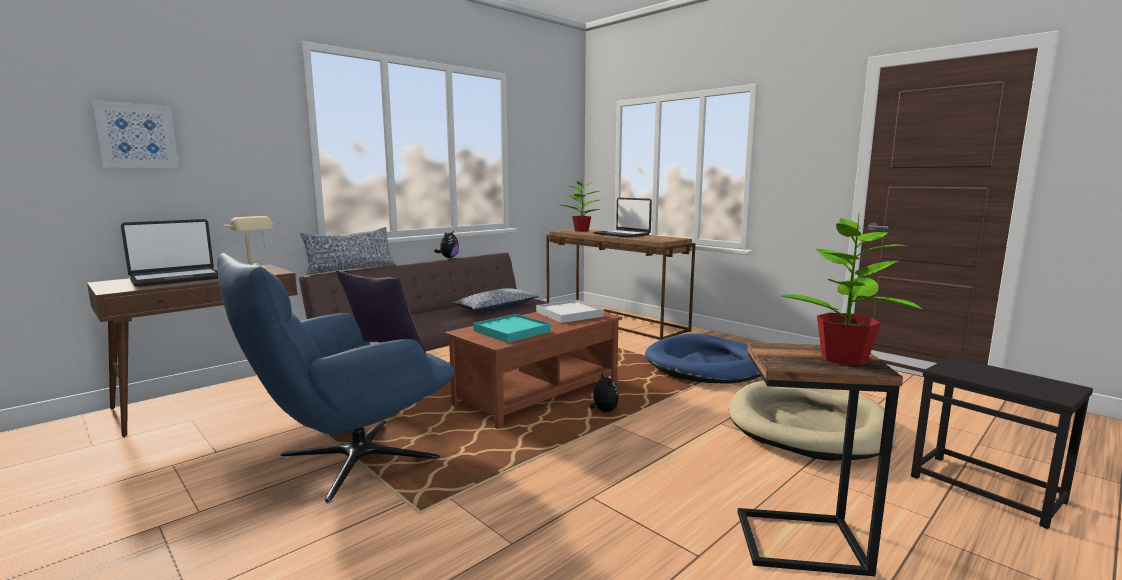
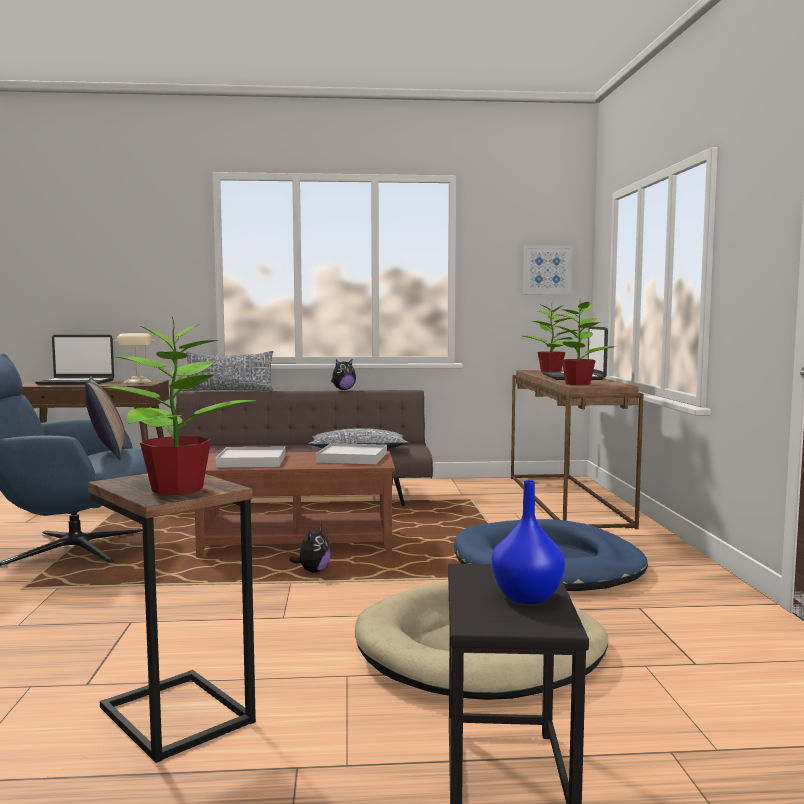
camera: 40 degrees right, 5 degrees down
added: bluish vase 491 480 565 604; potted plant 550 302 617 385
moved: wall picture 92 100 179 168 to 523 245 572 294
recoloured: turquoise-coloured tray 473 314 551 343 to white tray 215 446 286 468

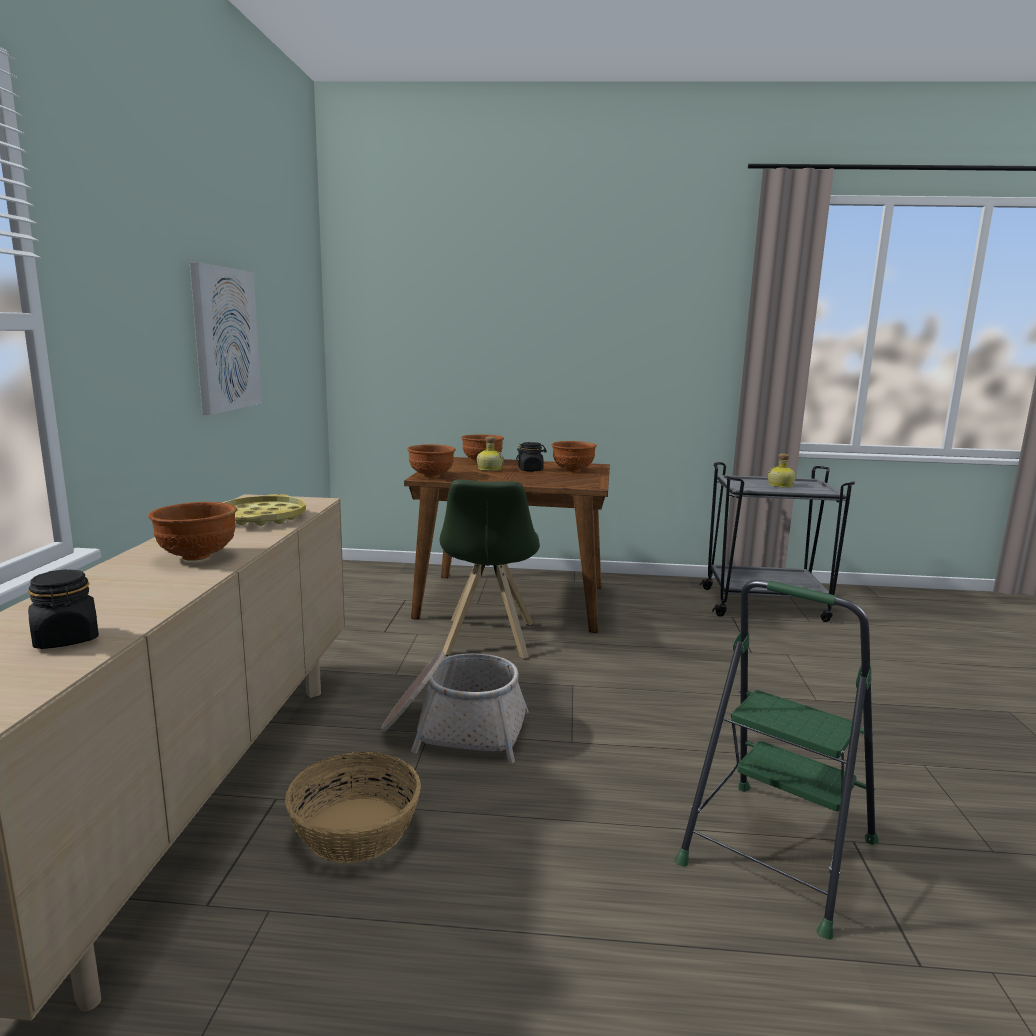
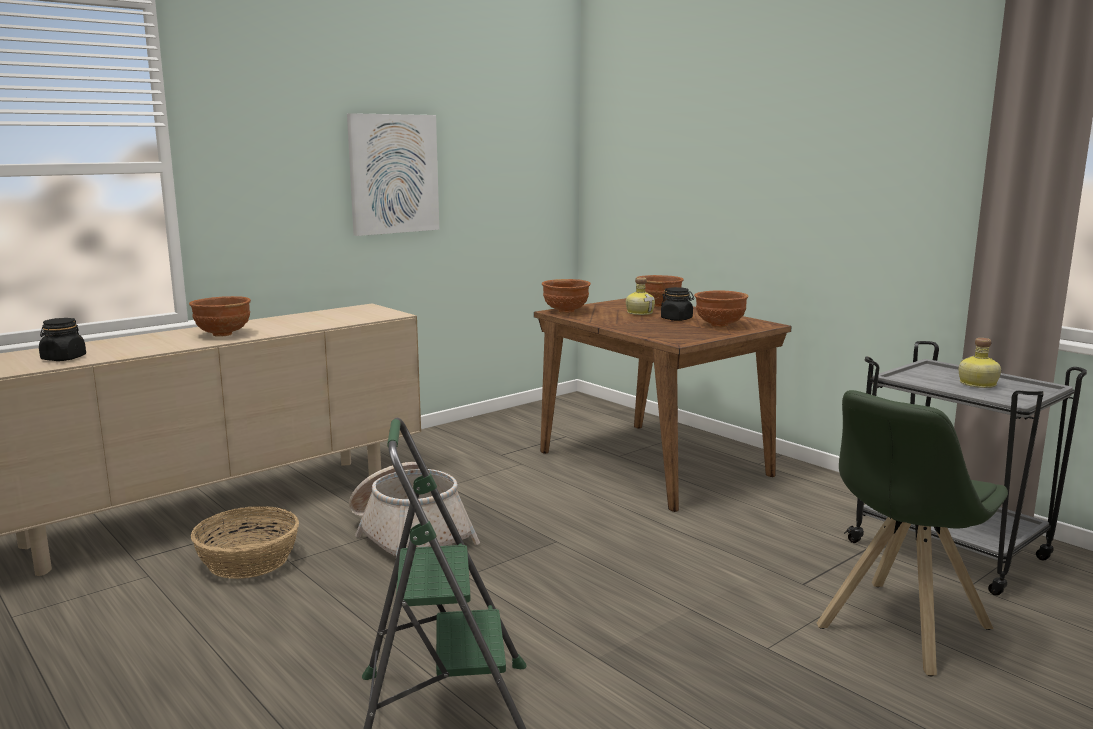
camera: 45 degrees right, 0 degrees up
removed: yellow tray 223 494 306 526
moved: greenish upright chair 440 479 540 659 to 817 390 1008 676

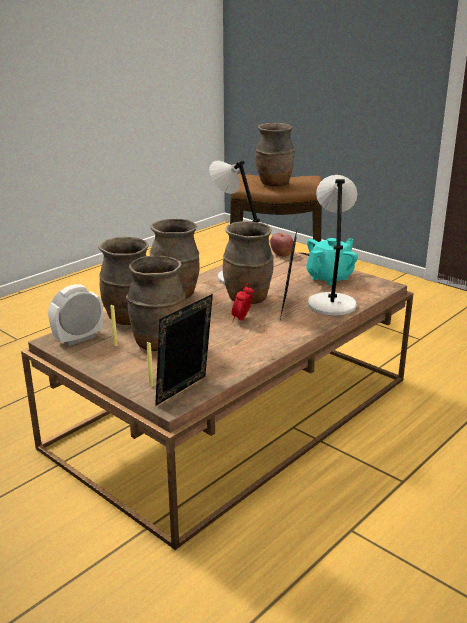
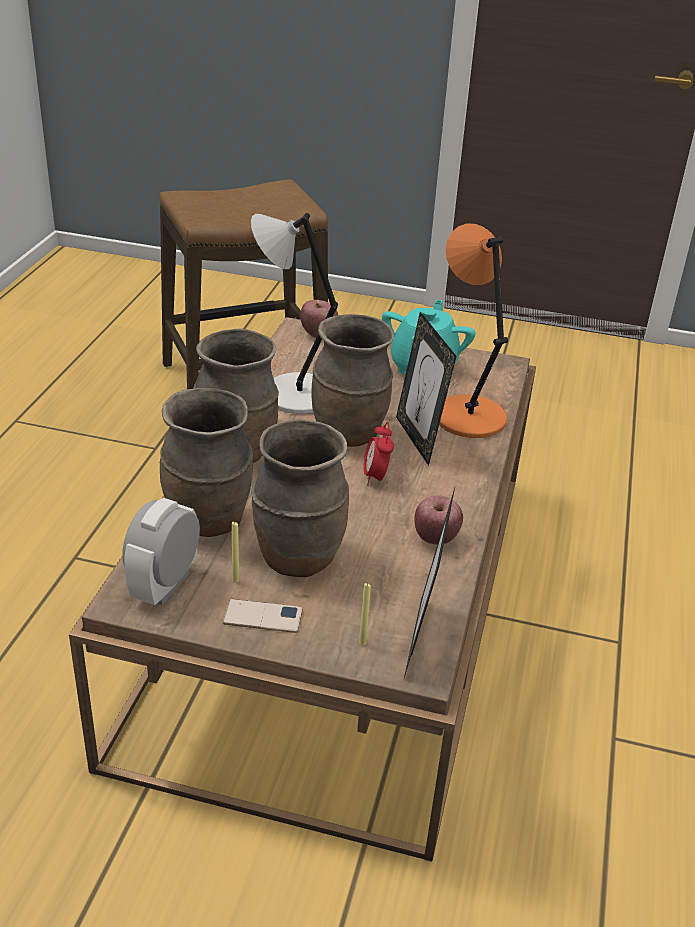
camera: 30 degrees left, 10 degrees up
removed: brownish vase 255 123 295 186
added: telephone 223 599 303 633; whole apple 414 495 463 545
recoloured: gray lamp for a table 308 175 357 316 to orange lamp for a table 439 224 508 438

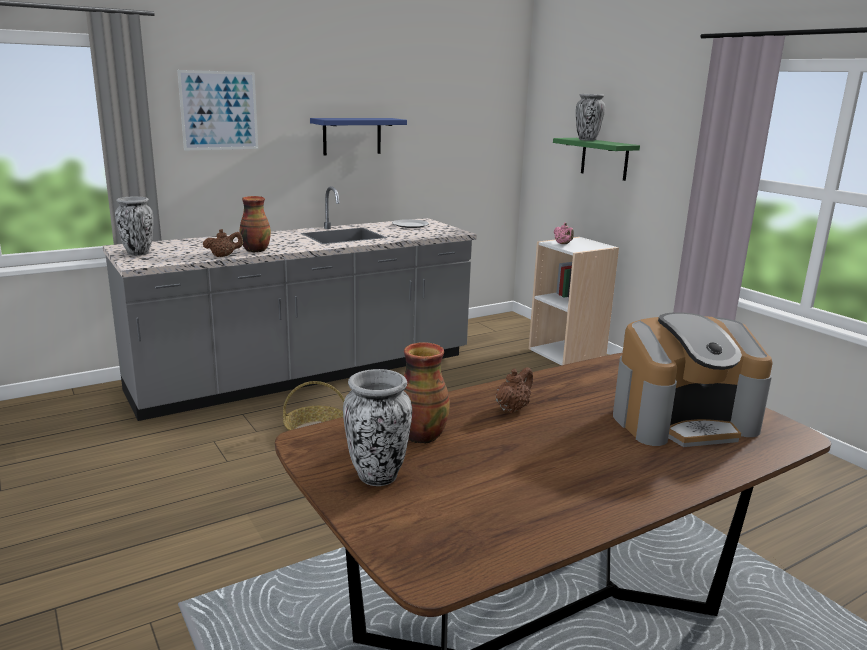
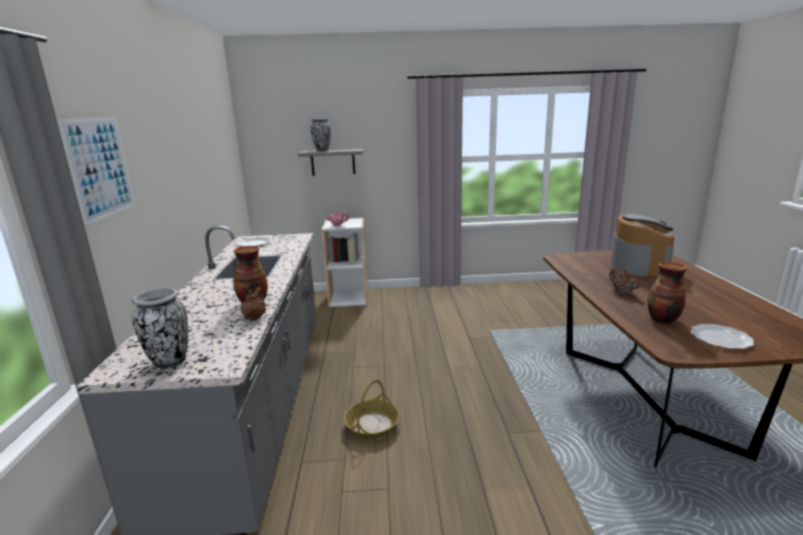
camera: 60 degrees left, 0 degrees up
removed: bluish shelf 310 118 407 155
replaced: vase 343 369 412 486 to flat dish 690 324 754 349
recoloured: greenish shelf 553 138 640 181 to gray shelf 298 149 363 176

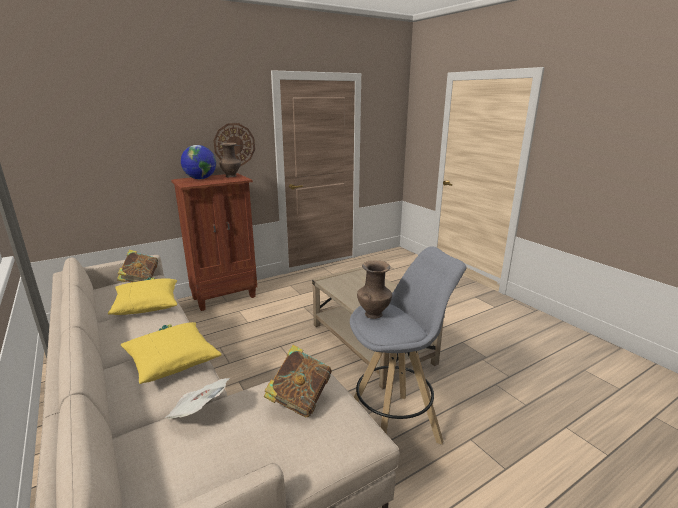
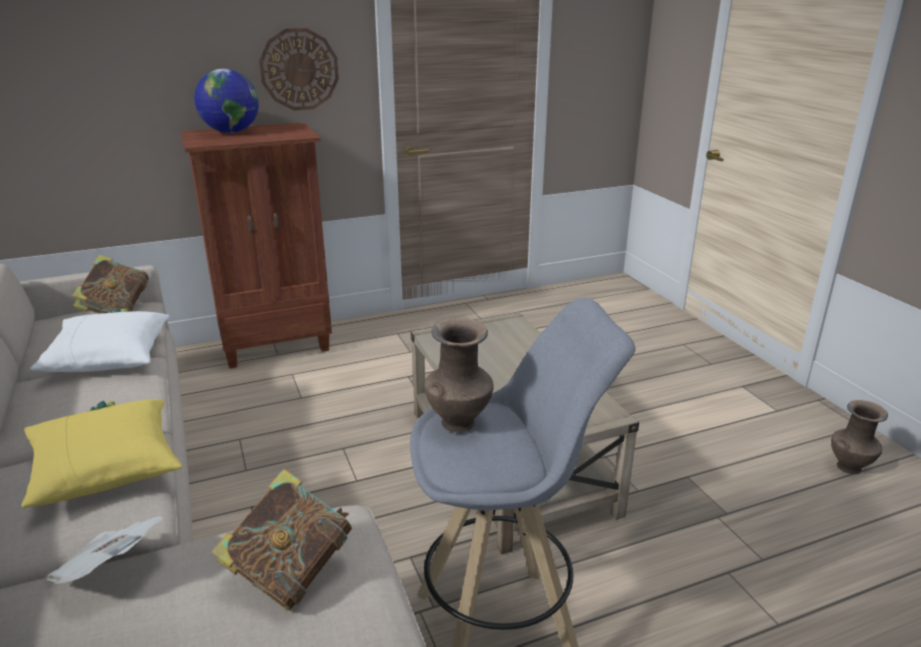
camera: 10 degrees right, 5 degrees up
moved: brownish vase 219 143 241 177 to 831 400 888 474
recoloured: yellow cushion 108 277 177 315 to white cushion 30 308 169 372

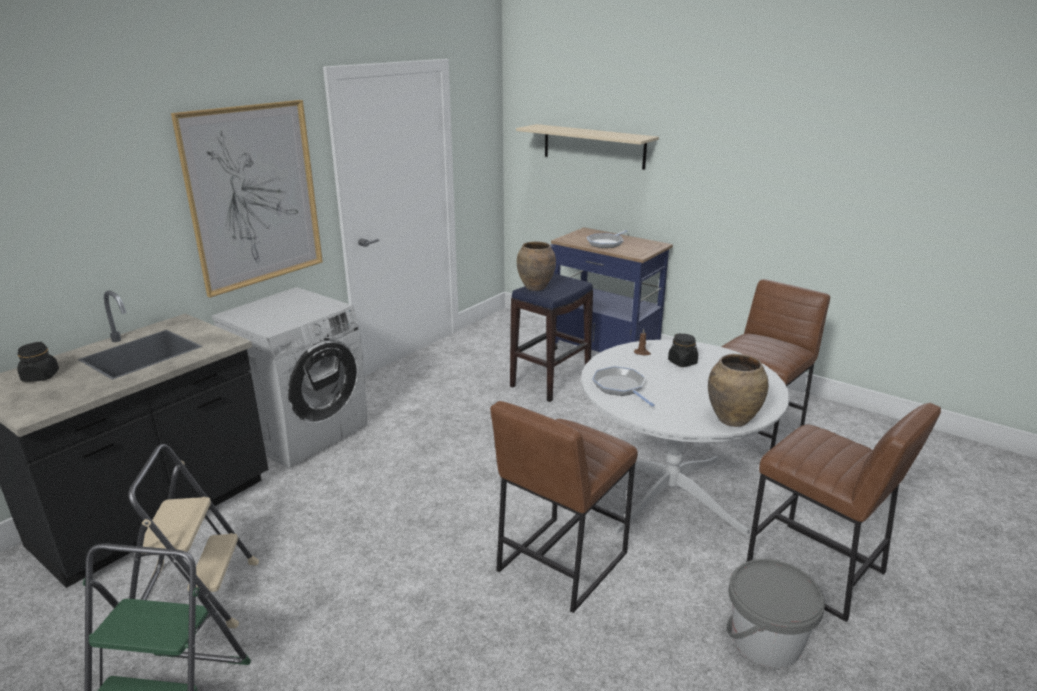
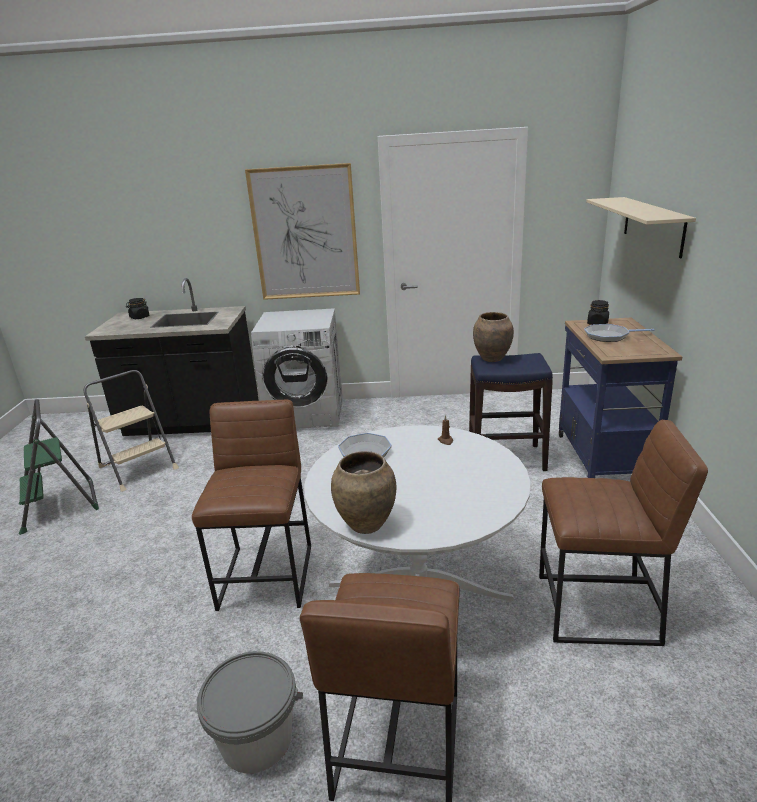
camera: 55 degrees right, 0 degrees up
moved: black preserve jar 668 333 698 367 to 587 300 609 325
turned: brownish upright chair 490 401 638 613 = 192 400 311 611 90 degrees clockwise

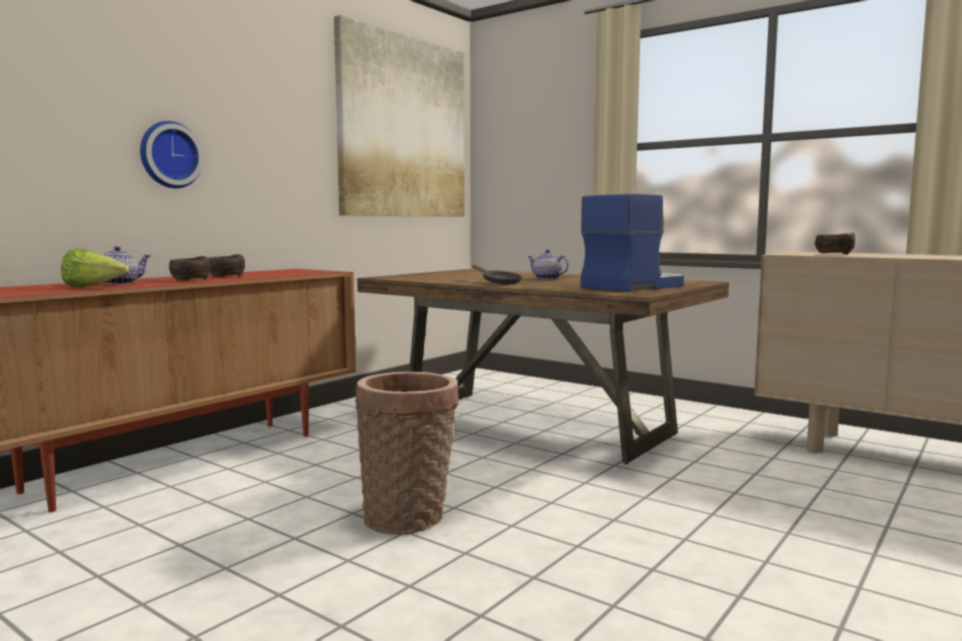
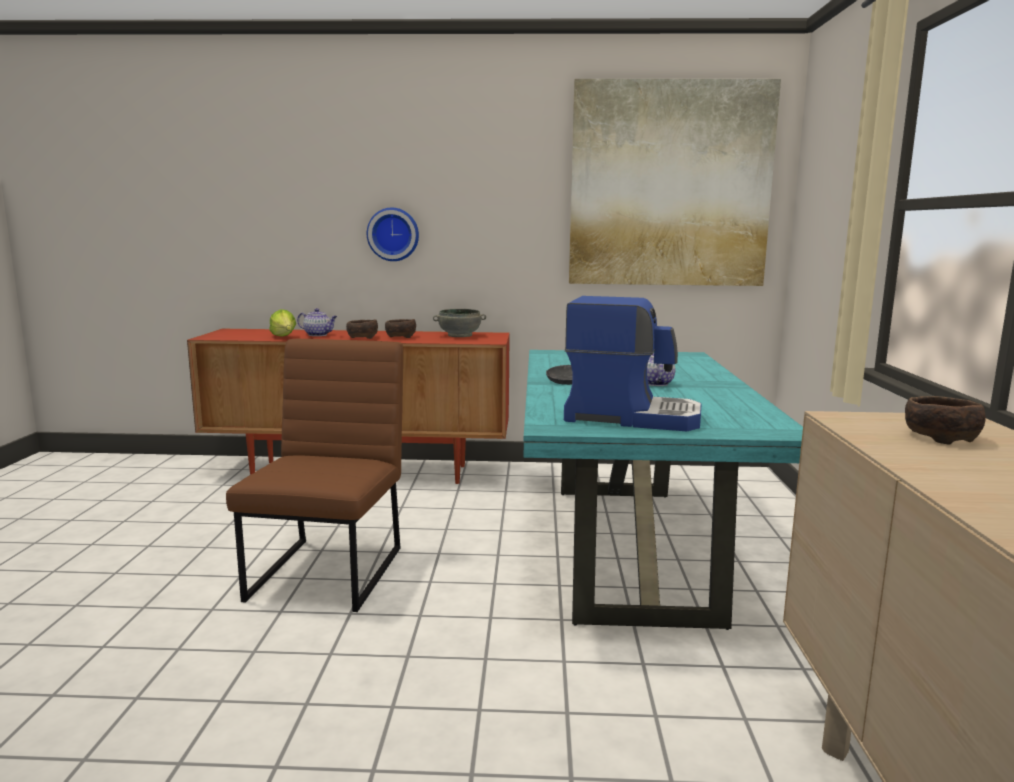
camera: 55 degrees right, 5 degrees up
added: gray serving bowl 433 309 486 337
replaced: household basket 355 372 459 535 to brownish upright chair 226 339 403 612
recoloured: brownish kitchen table 357 269 729 464 to turquoise-coloured kitchen table 524 350 803 630

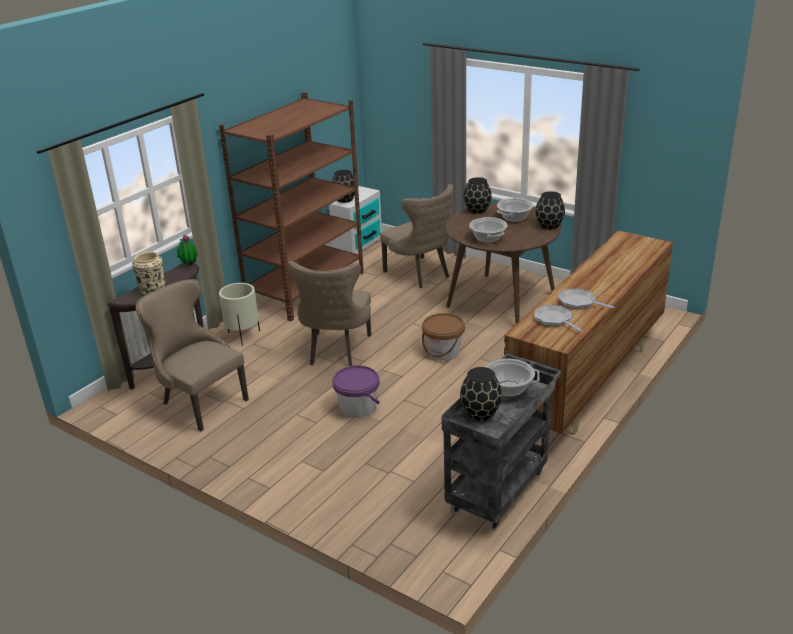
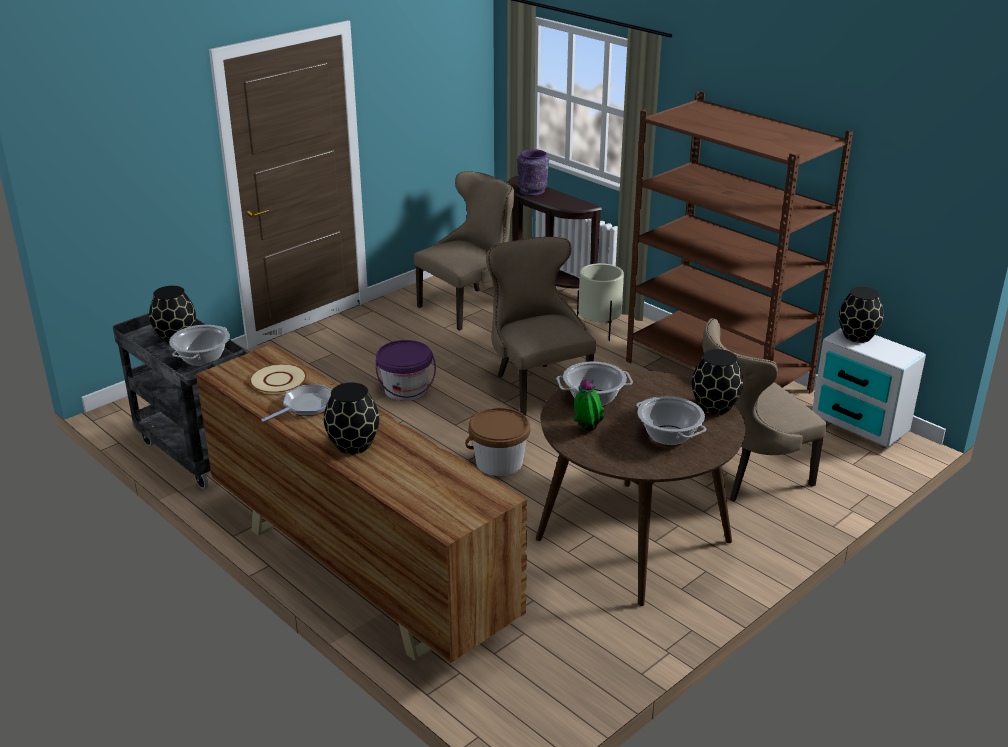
camera: 100 degrees right, 0 degrees up
moved: potted plant 177 234 198 265 to 574 379 605 431; black vase 535 191 565 229 to 324 383 379 454
replaced: pan 535 305 583 332 to beige-coloured flat dish 249 364 307 394
recoloured: beige-coloured vase 132 251 165 295 to purple vase 517 149 549 196
turned: beige-coloured upright chair 288 261 371 366 = 486 237 596 416 45 degrees clockwise

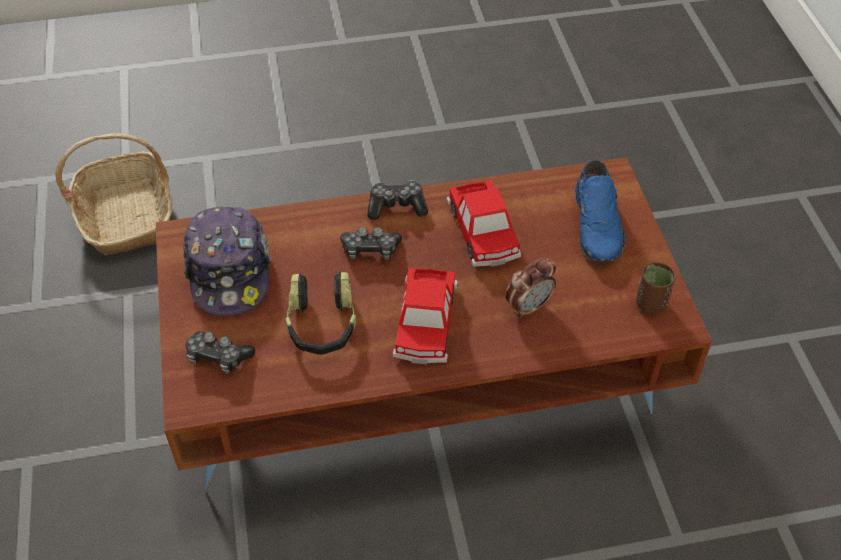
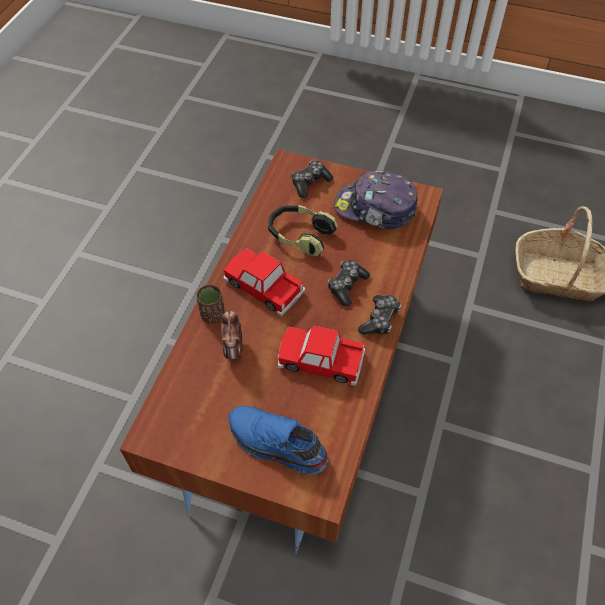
camera: 120 degrees right, 5 degrees up
moved: brownish drinking cup 636 262 676 314 to 196 285 225 324

